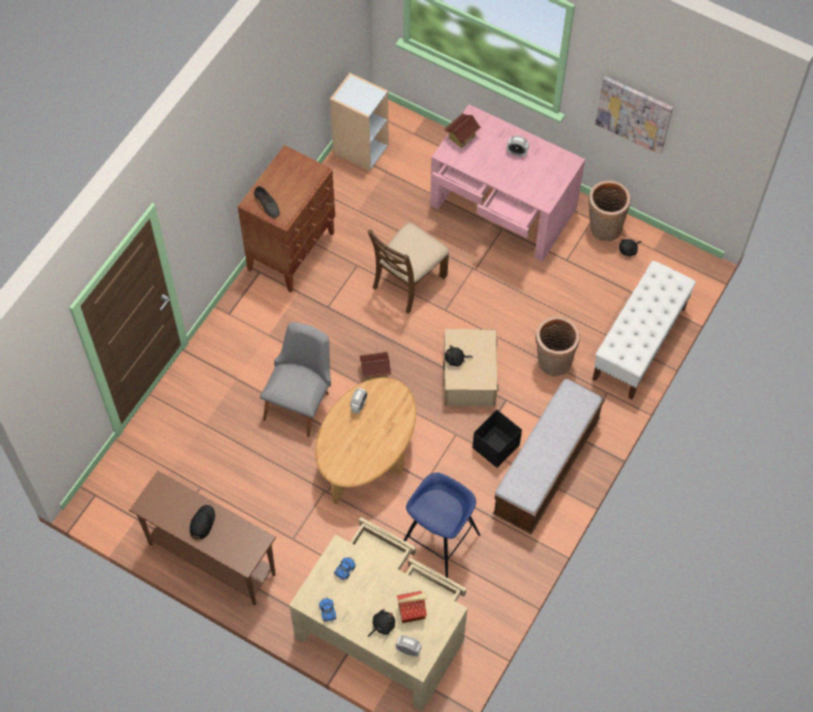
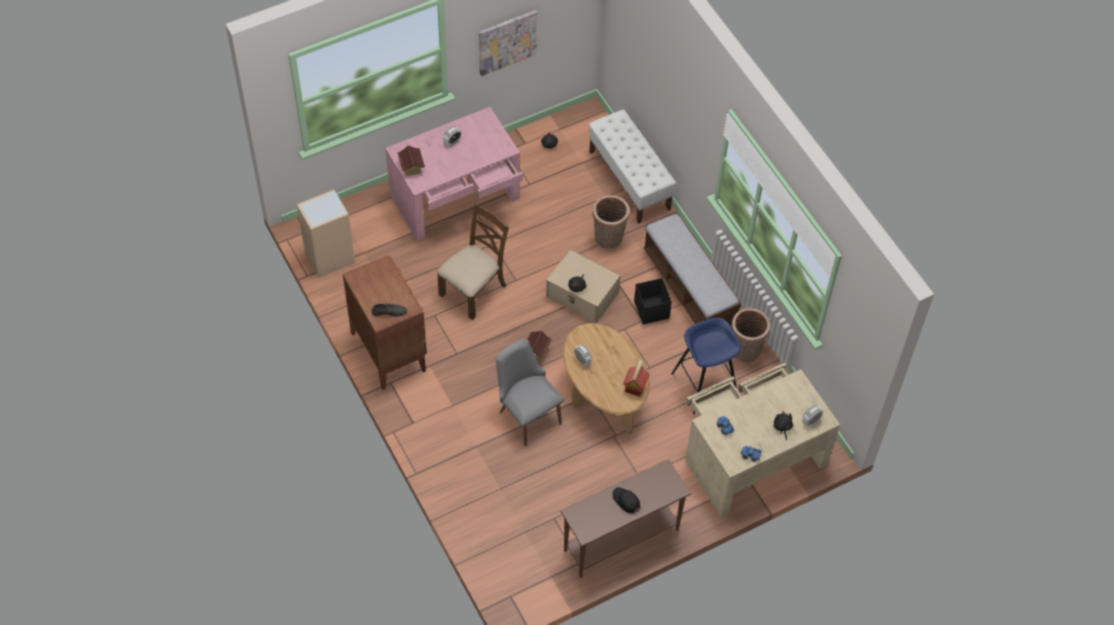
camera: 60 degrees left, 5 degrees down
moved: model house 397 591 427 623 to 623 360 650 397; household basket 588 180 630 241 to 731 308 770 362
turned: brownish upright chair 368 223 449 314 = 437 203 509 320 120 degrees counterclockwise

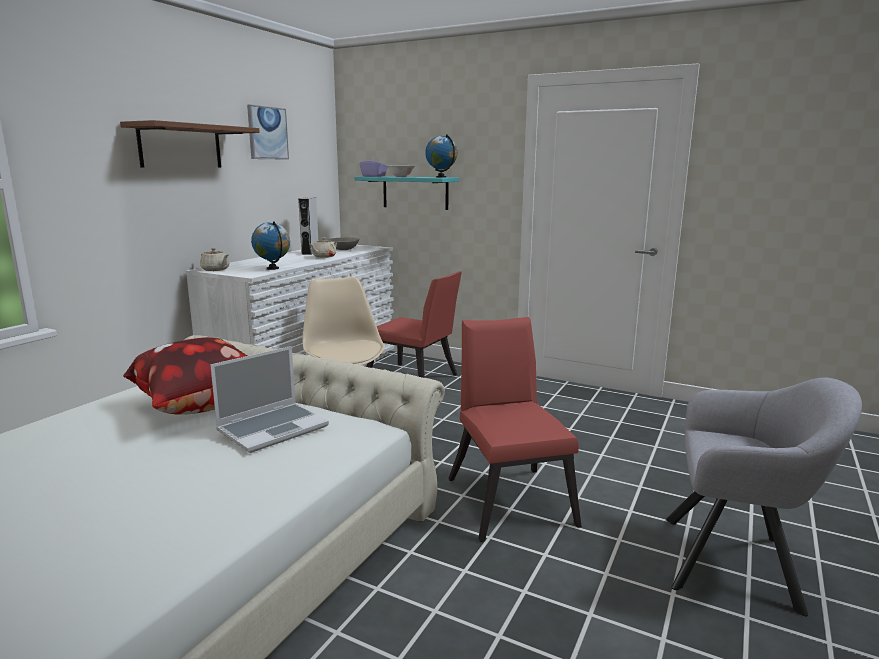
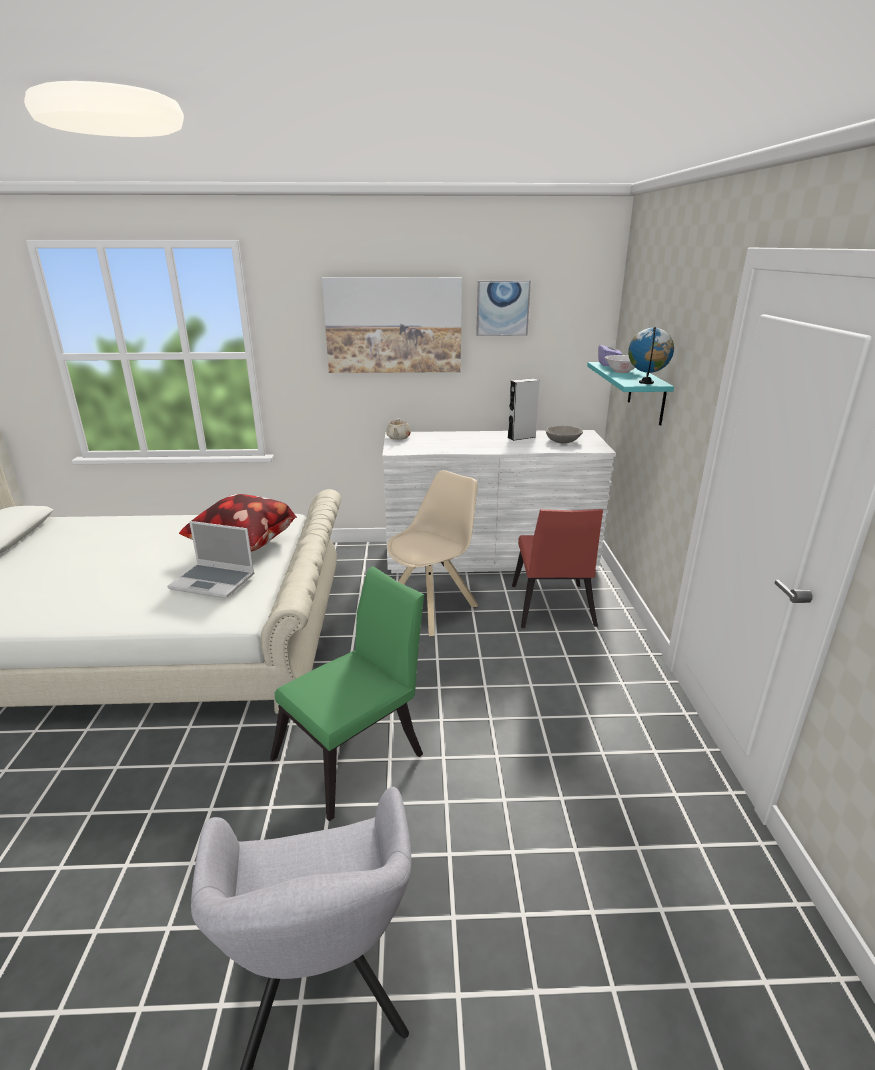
camera: 60 degrees right, 10 degrees up
removed: world globe 251 221 290 270; beige-coloured teapot 310 238 337 258
replaced: brownish shelf 120 120 260 168 to wall picture 322 277 462 373
recoloured: reddish upright chair 448 317 582 542 to greenish upright chair 270 566 424 821

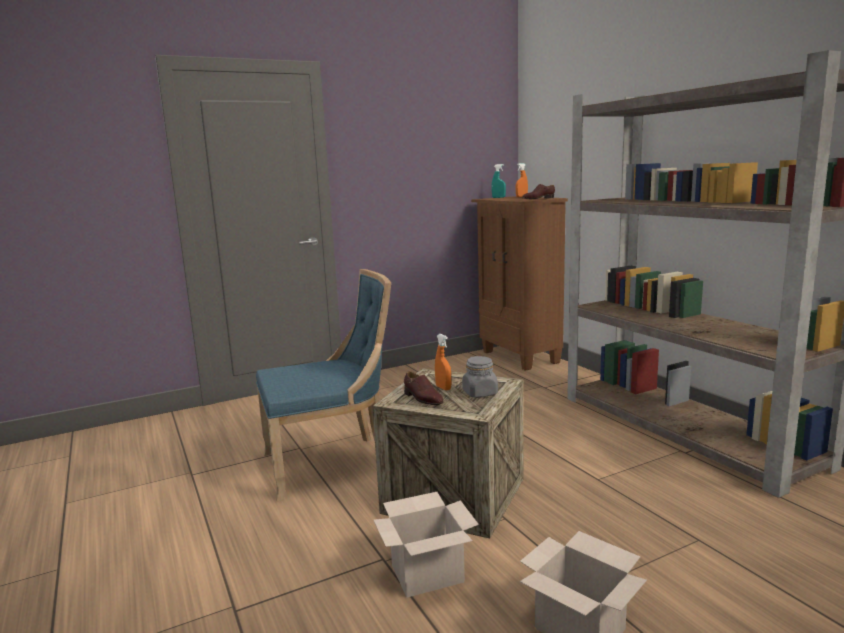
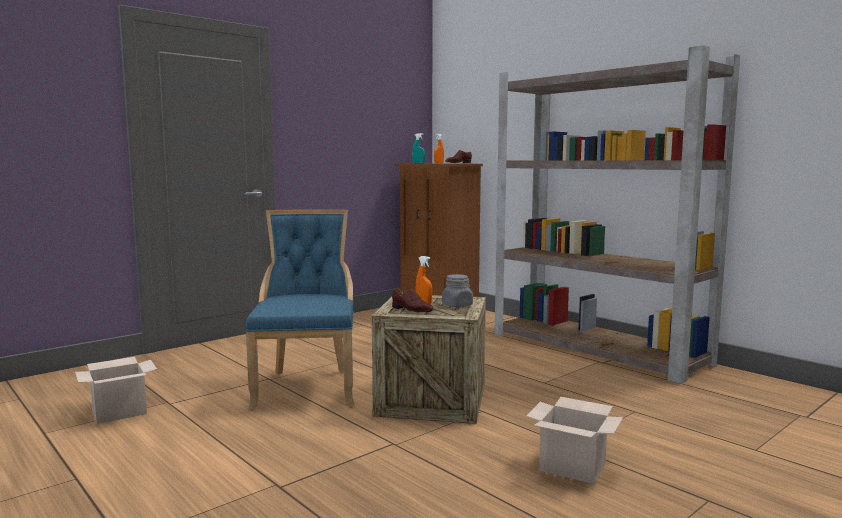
camera: 15 degrees left, 5 degrees down
moved: packing box 374 492 479 598 to 75 357 157 424
turned: bluish upright chair 256 269 391 501 = 246 209 355 411 60 degrees counterclockwise

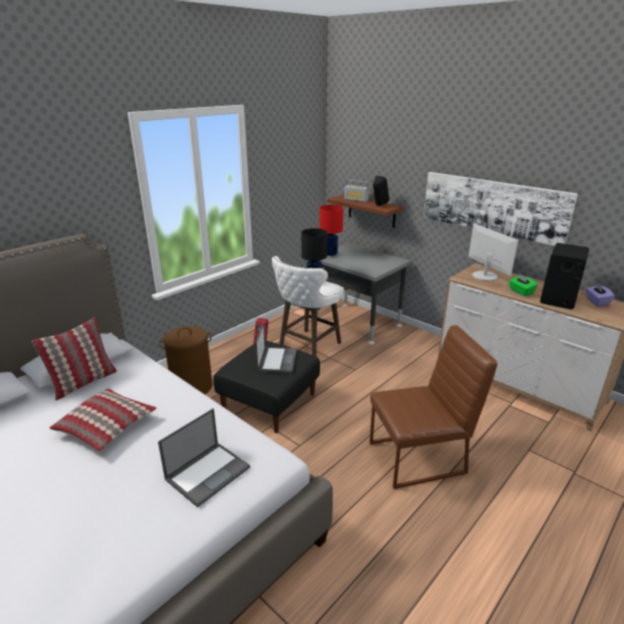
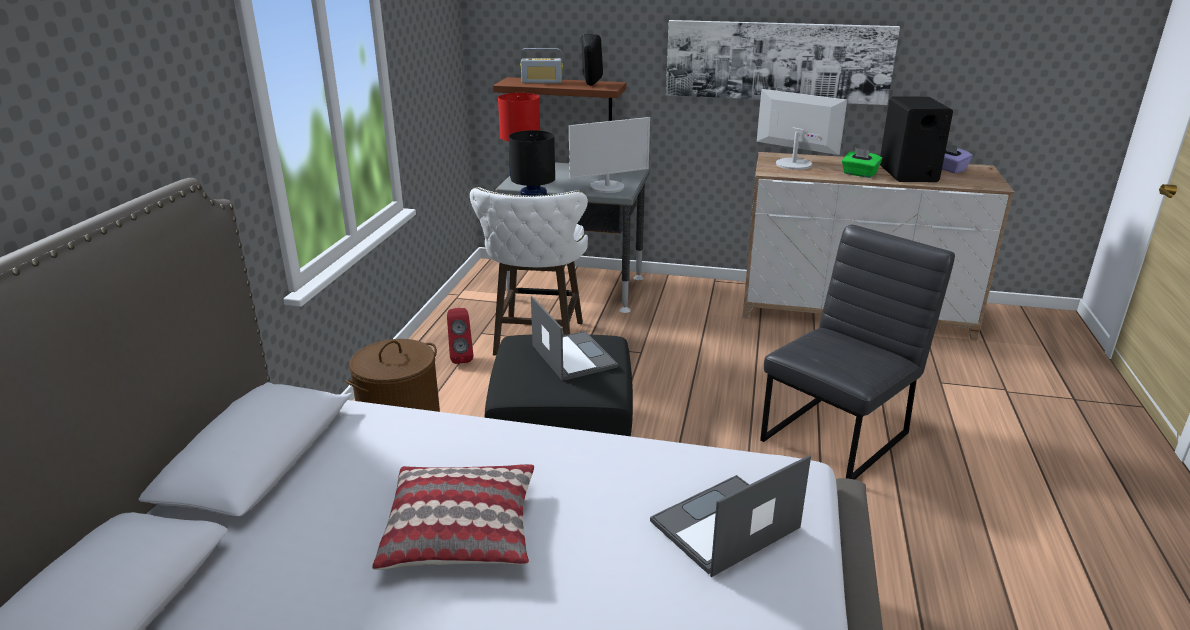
camera: 30 degrees left, 0 degrees up
removed: cushion 32 317 117 400
added: monitor 569 117 650 193
recoloured: brownish upright chair 370 325 498 489 to gray upright chair 760 225 955 480
turned: laptop 158 408 250 508 = 650 455 811 577 135 degrees counterclockwise

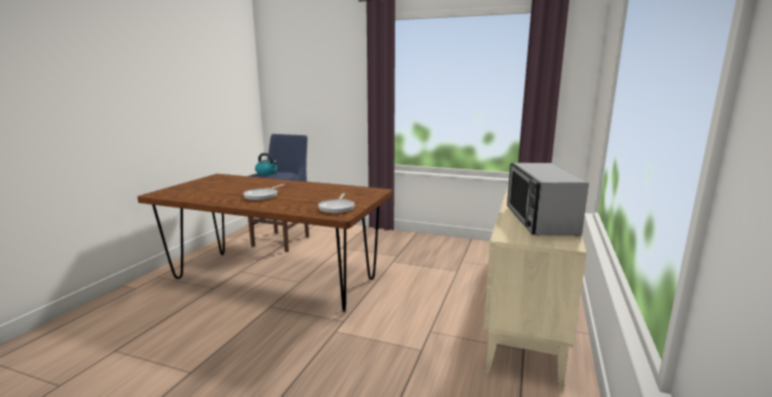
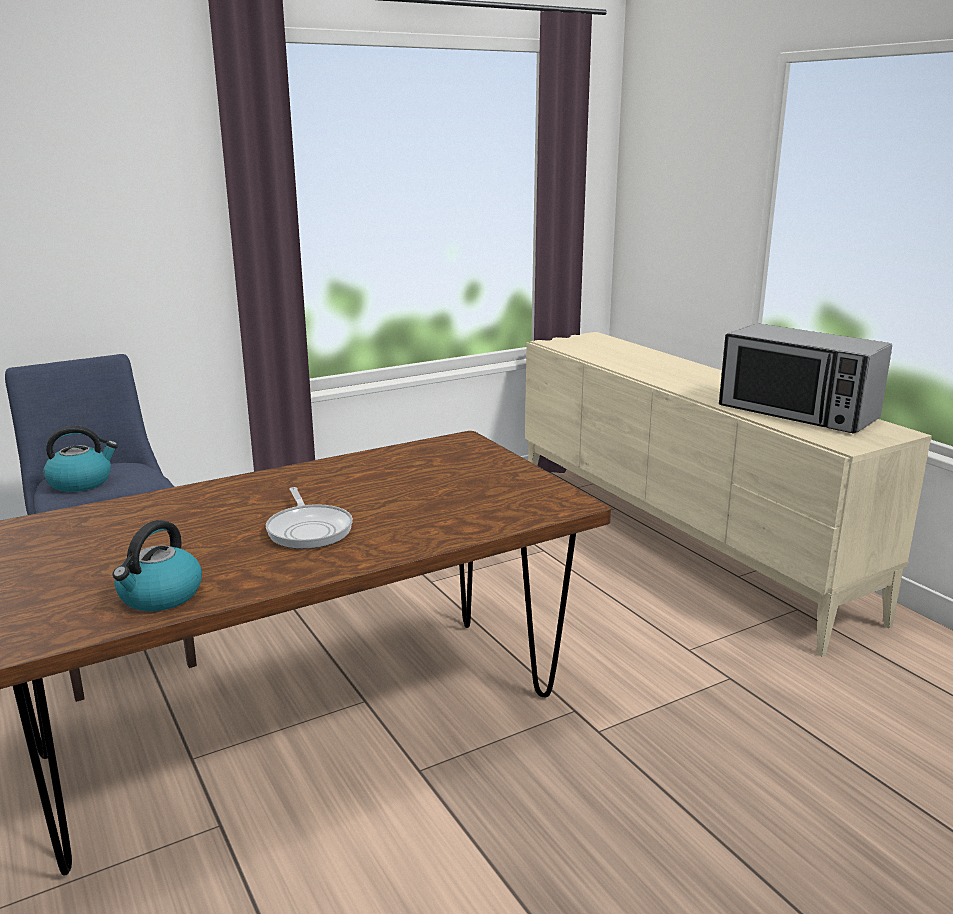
camera: 50 degrees left, 5 degrees up
removed: pan 318 193 355 213
added: tea kettle 113 520 202 611

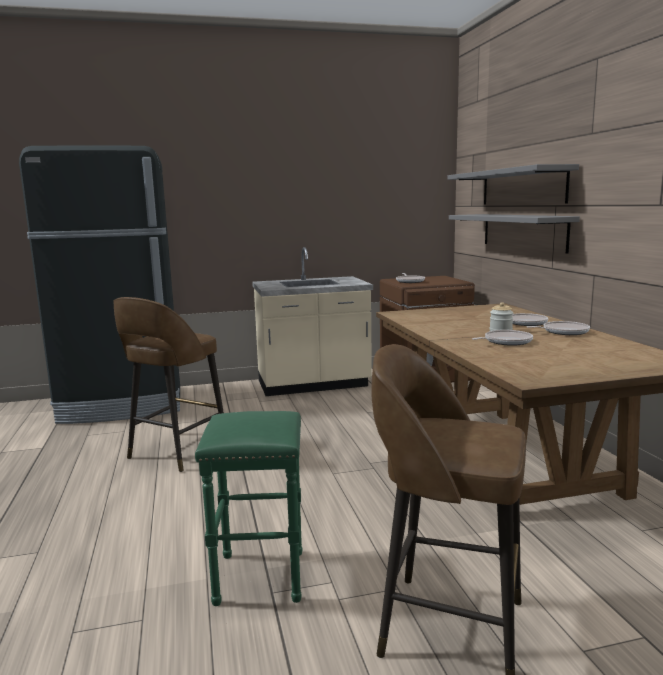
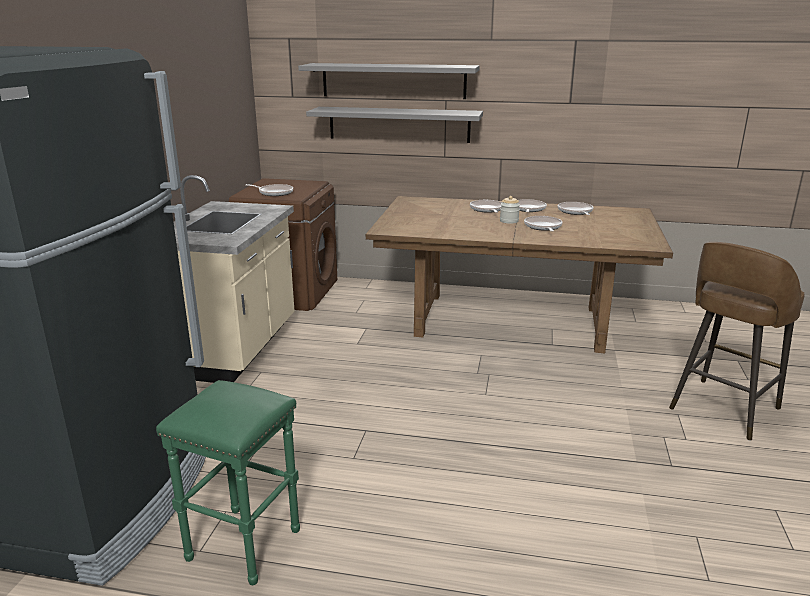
camera: 65 degrees left, 10 degrees up
removed: brownish stool 113 297 224 472
added: pan 558 202 594 215
moved: greenish stool 195 411 302 606 to 156 380 300 585

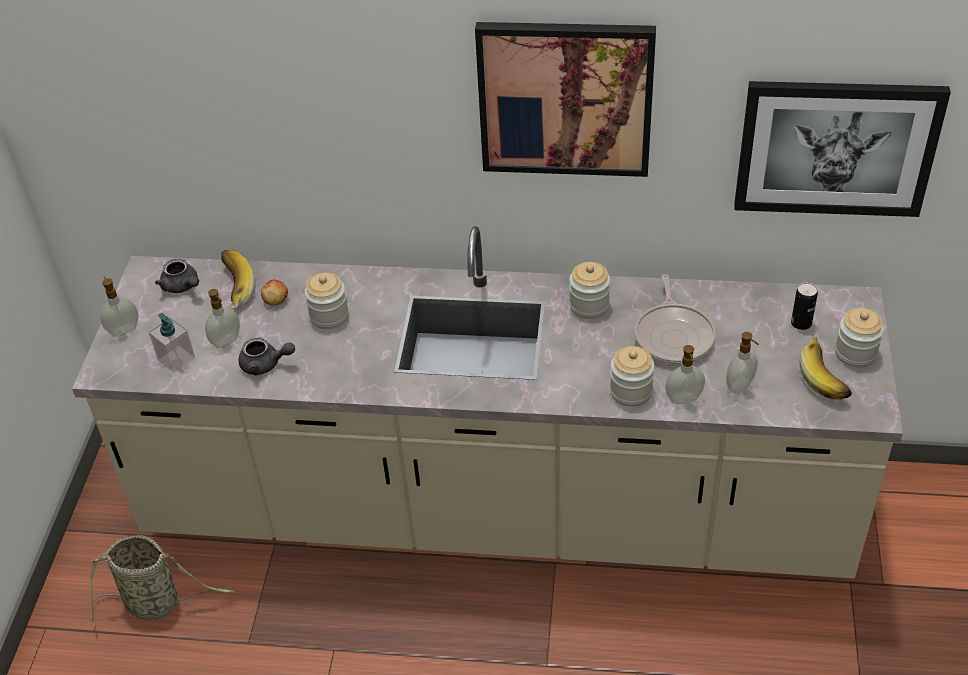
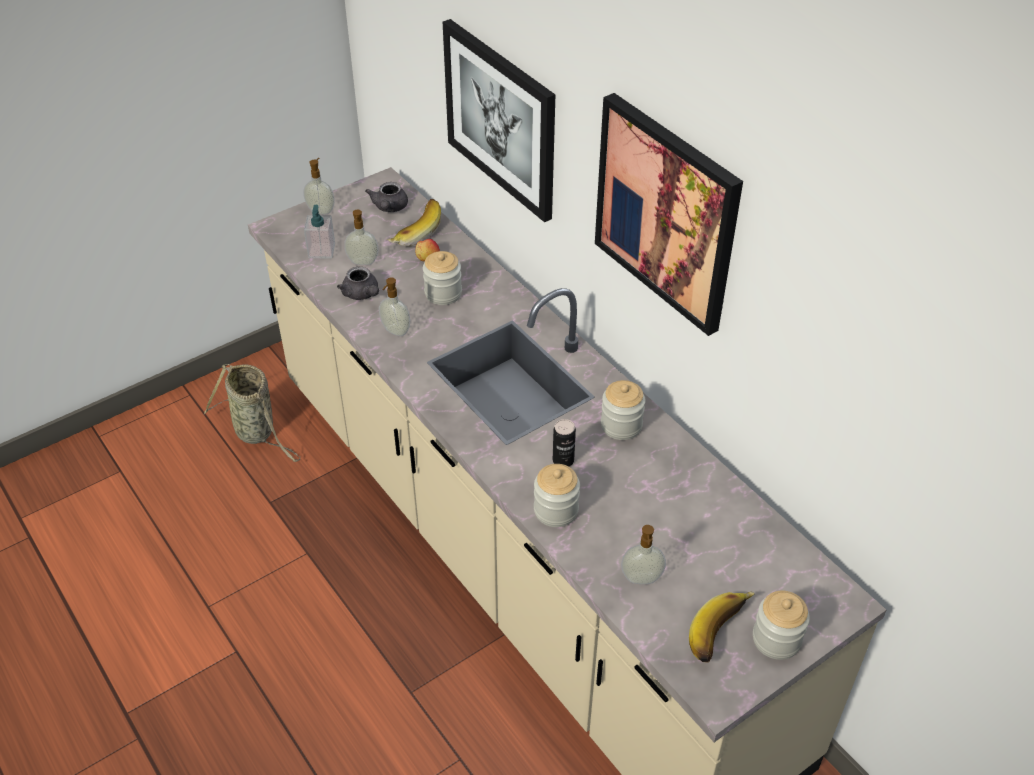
camera: 45 degrees right, 0 degrees up
removed: pan 635 274 716 364
moved: liquid soap bottle 665 345 705 404 to 379 277 410 336; wall picture 734 81 951 217 to 443 19 555 222; can 791 282 818 330 to 553 419 576 467

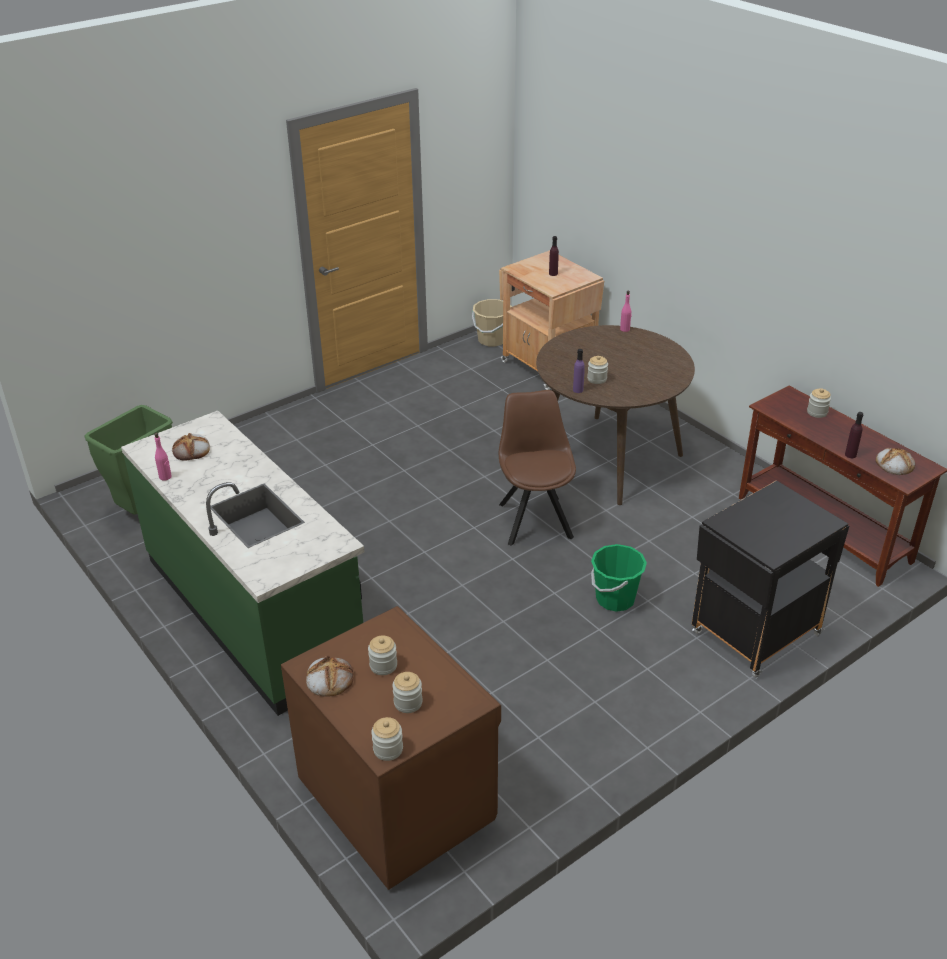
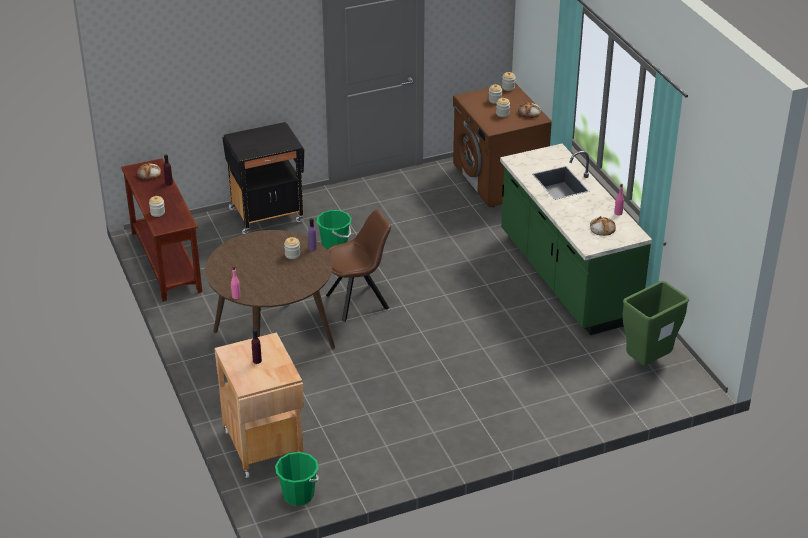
camera: 165 degrees left, 0 degrees up
recoloured: beige-coloured water bucket 472 299 512 347 to greenish water bucket 275 452 319 506
turned: brownish upright chair 499 390 576 546 = 326 210 391 322 120 degrees counterclockwise

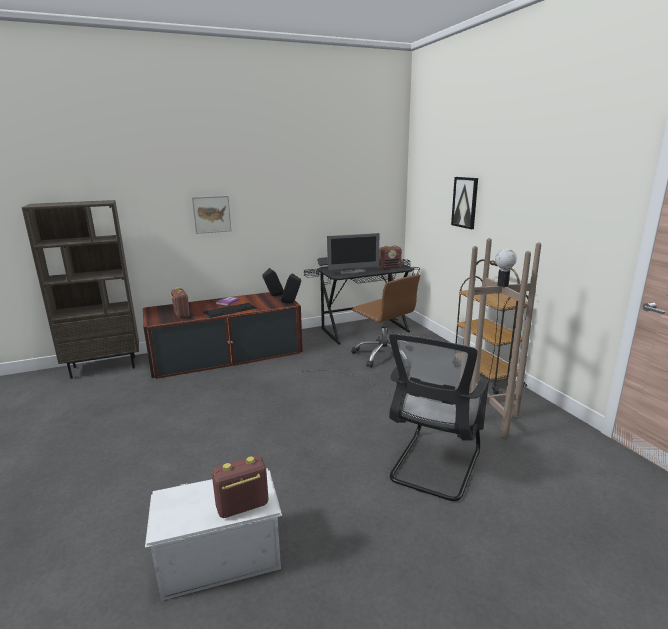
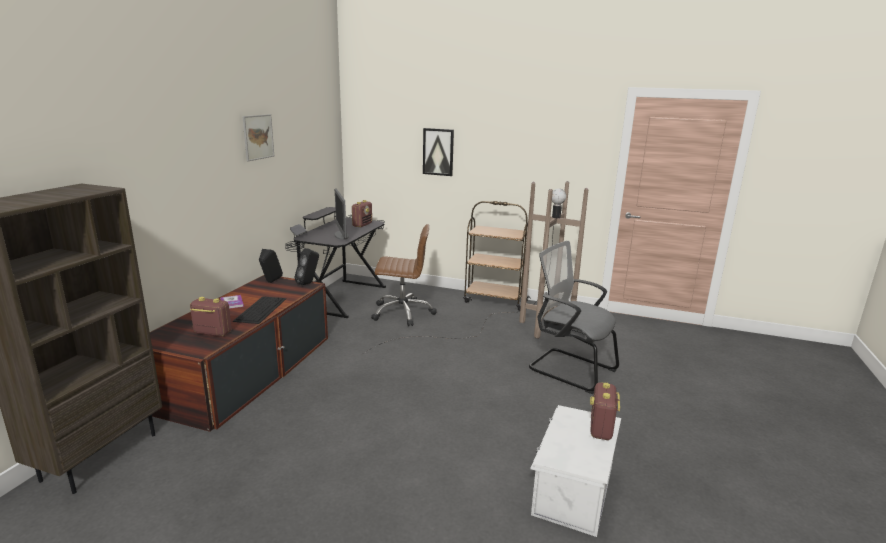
camera: 50 degrees left, 0 degrees up
moved: wall picture 192 196 232 234 to 242 114 274 161
turned: monitor 327 233 380 274 = 335 189 349 240 135 degrees clockwise; upright chair 389 333 489 501 = 529 241 619 394 150 degrees clockwise

